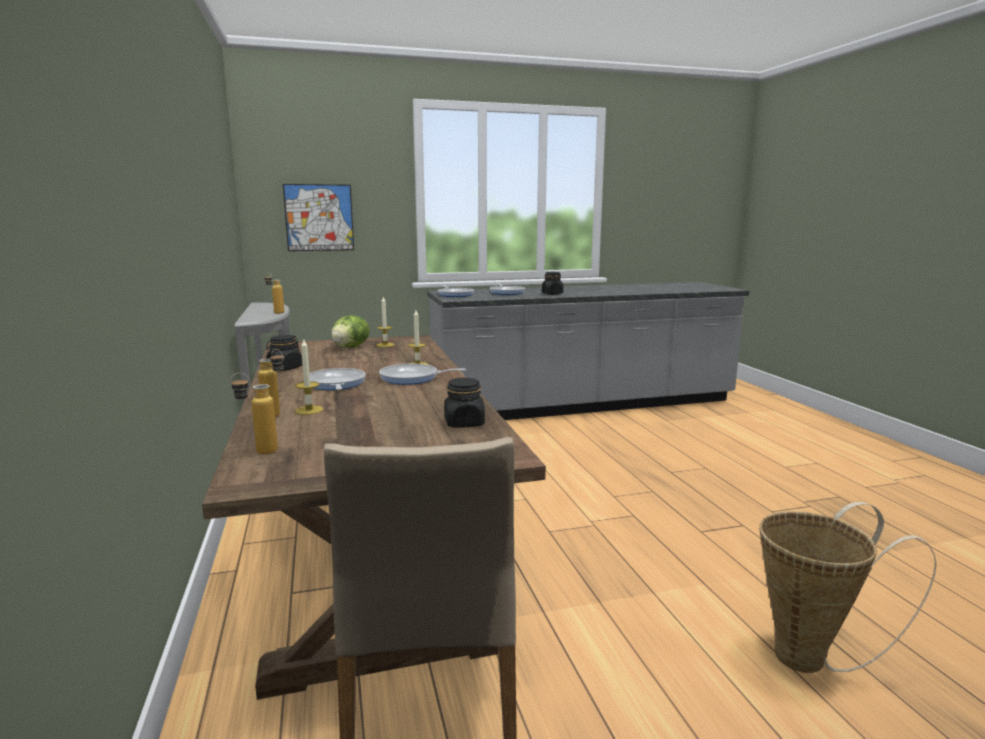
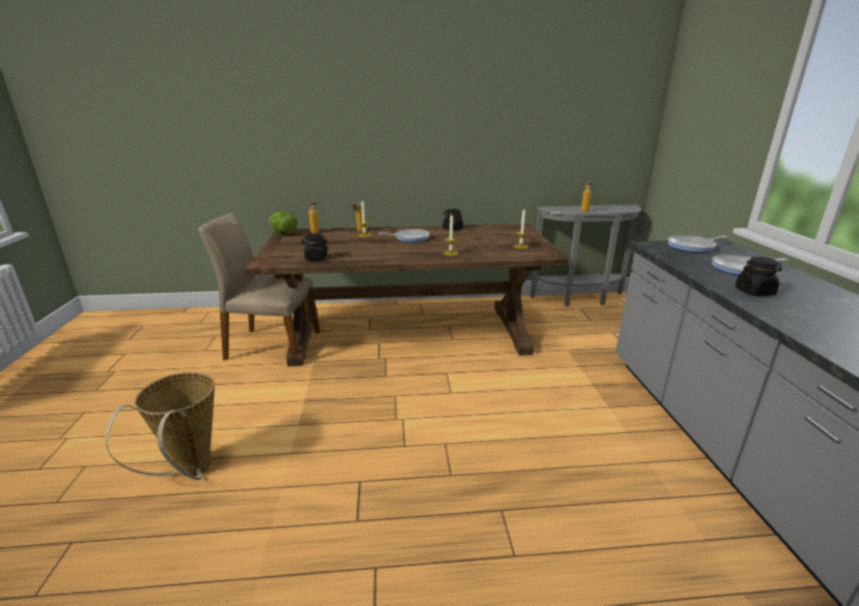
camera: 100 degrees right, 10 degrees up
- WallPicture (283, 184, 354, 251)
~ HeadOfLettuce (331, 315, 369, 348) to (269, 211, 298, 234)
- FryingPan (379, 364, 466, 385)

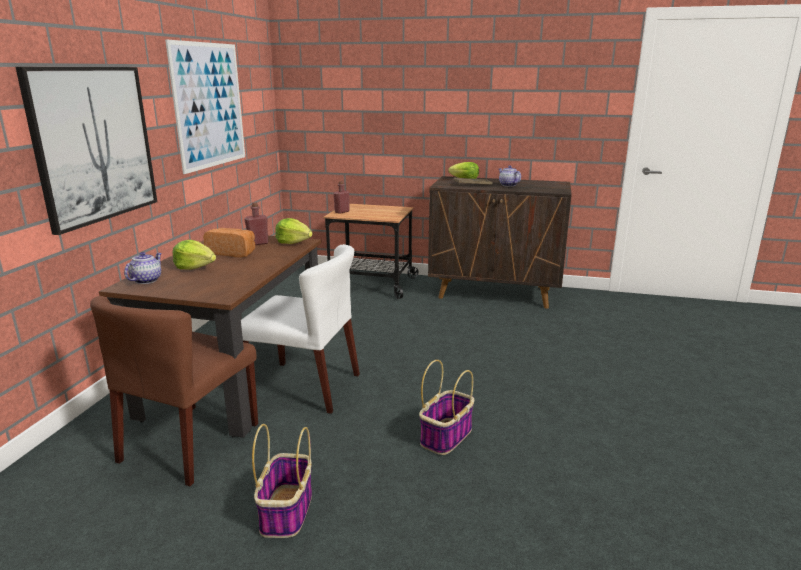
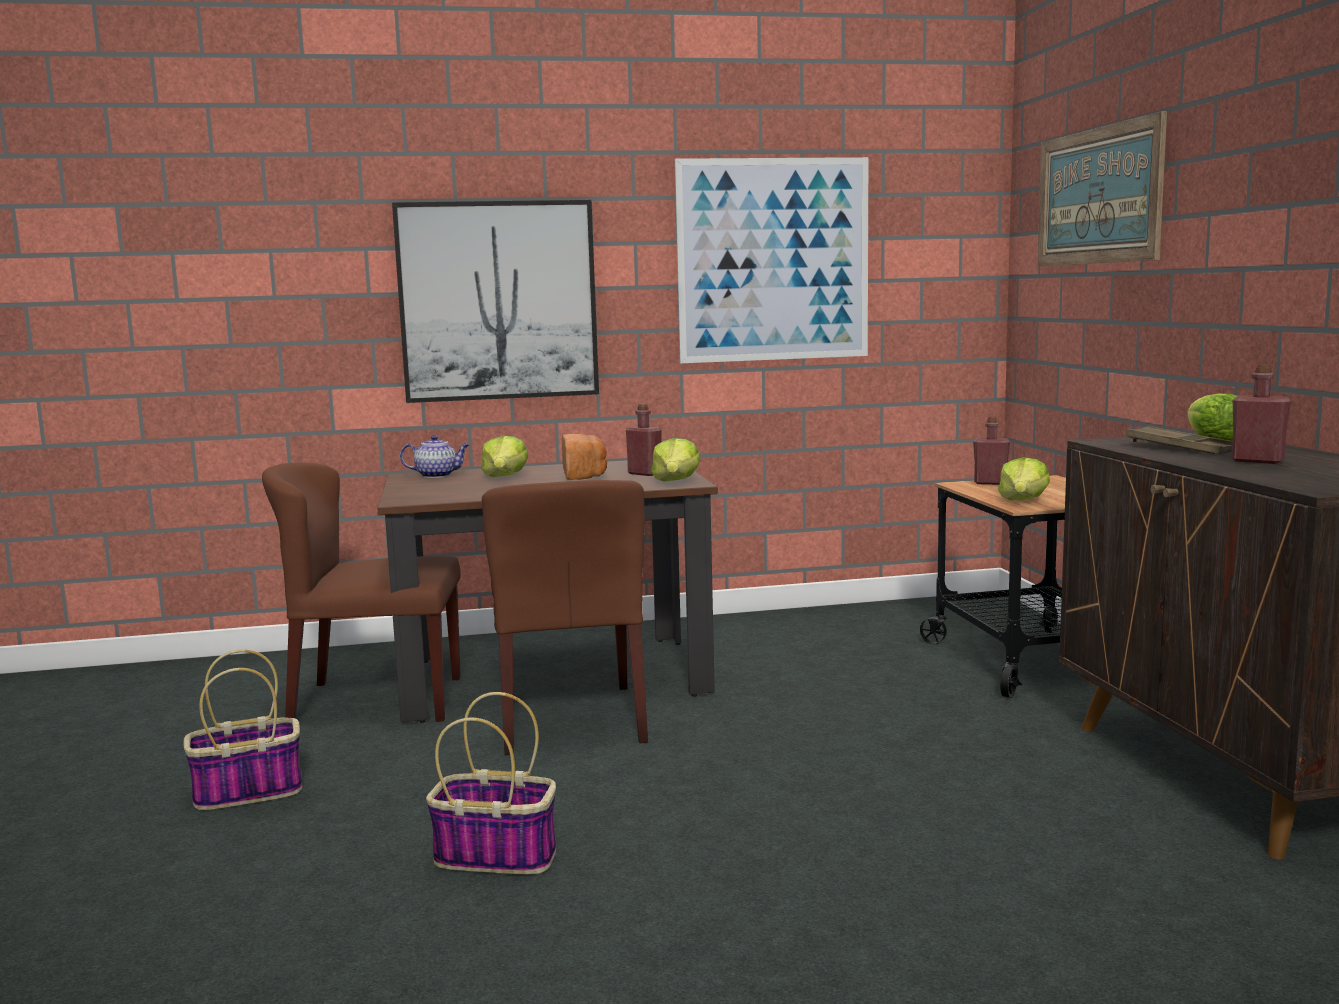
camera: 65 degrees right, 10 degrees down
~ WhitePlainChair (241, 244, 360, 414) to BrownColouredPlainChair (482, 480, 648, 755)
~ TeaPot (499, 165, 521, 187) to RedBeverageBottle (1231, 364, 1291, 464)
+ HeadOfLettuce (998, 457, 1050, 500)
+ WallPicture (1037, 111, 1167, 266)

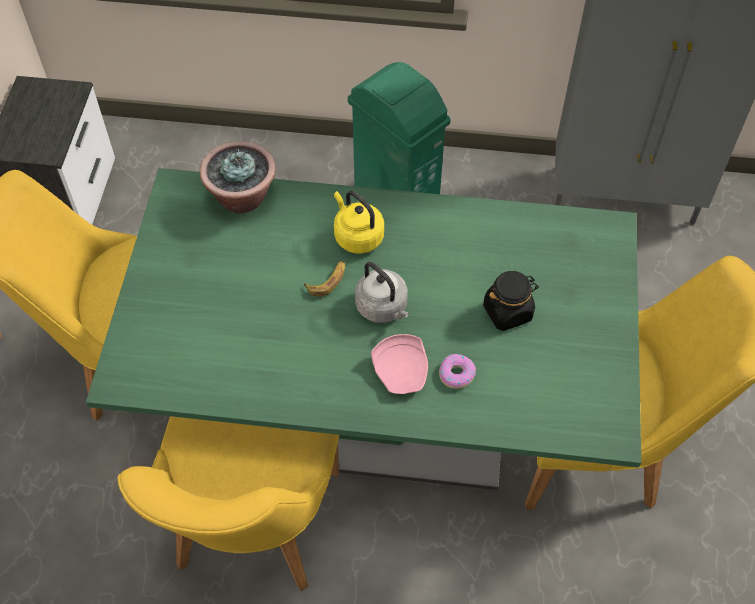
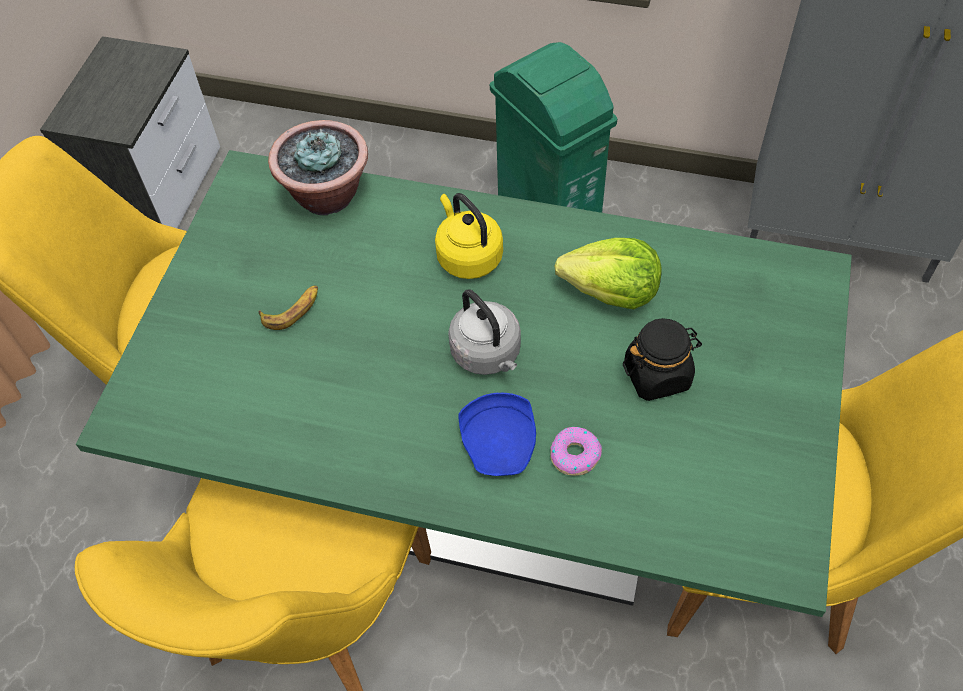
camera: 10 degrees right, 0 degrees up
~ BananaFruit (304, 261, 345, 297) to (259, 285, 318, 330)
~ PinkFlatDish (371, 334, 428, 394) to BlueFlatDish (459, 393, 536, 476)
+ HeadOfLettuce (554, 238, 662, 309)

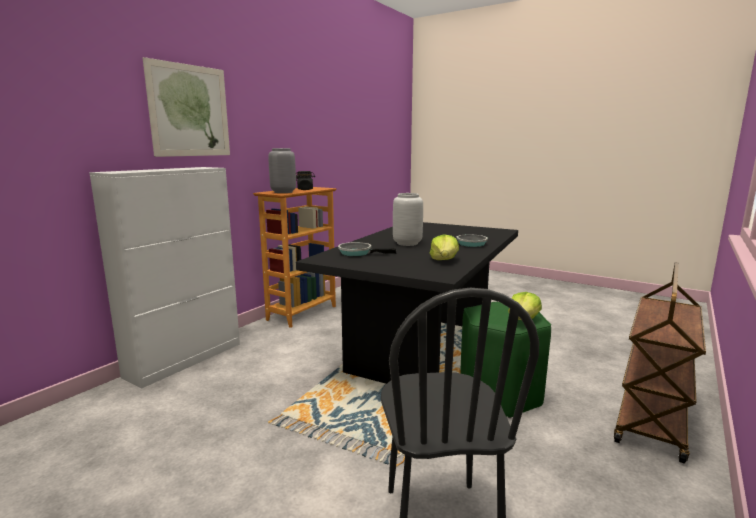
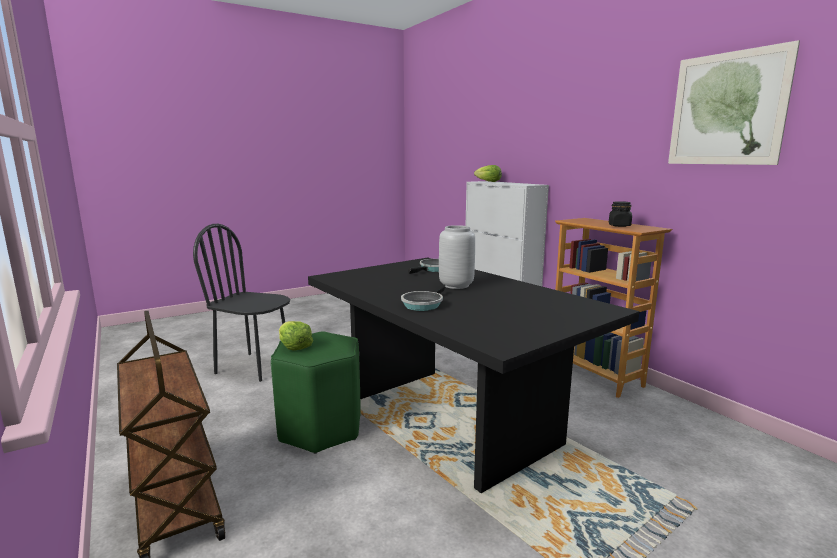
camera: 115 degrees right, 0 degrees up
~ WallPicture (143, 57, 230, 157) to (668, 40, 800, 165)
- GrayVase (269, 148, 296, 193)
~ HeadOfLettuce (430, 235, 459, 260) to (474, 165, 502, 182)

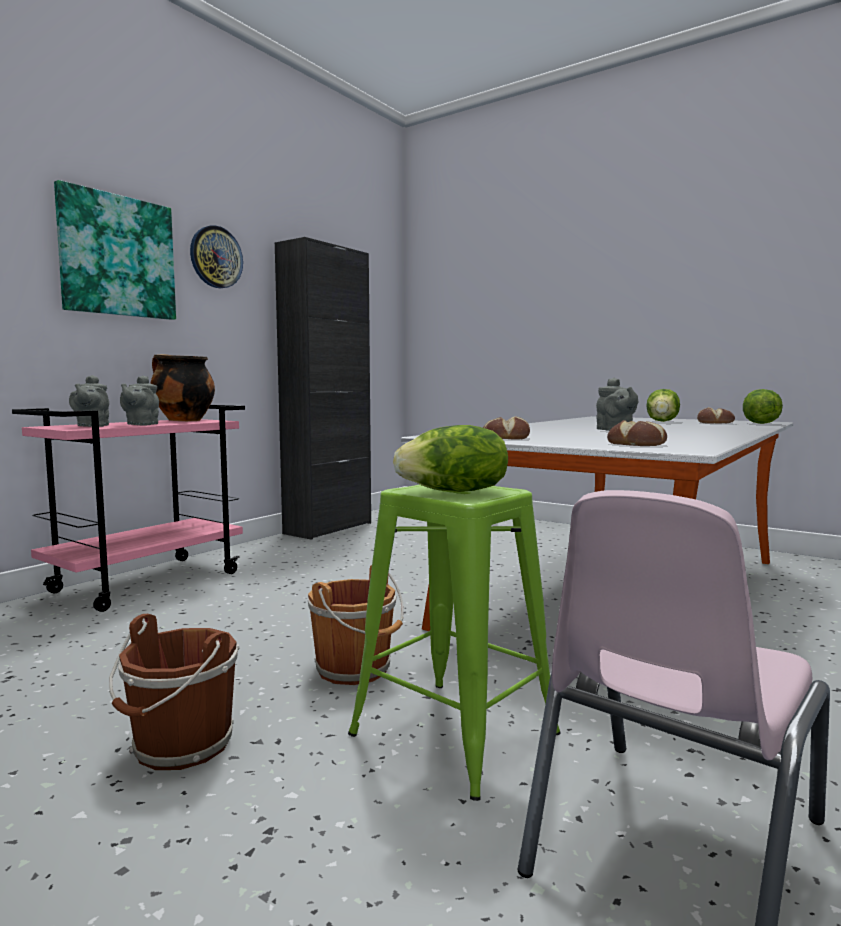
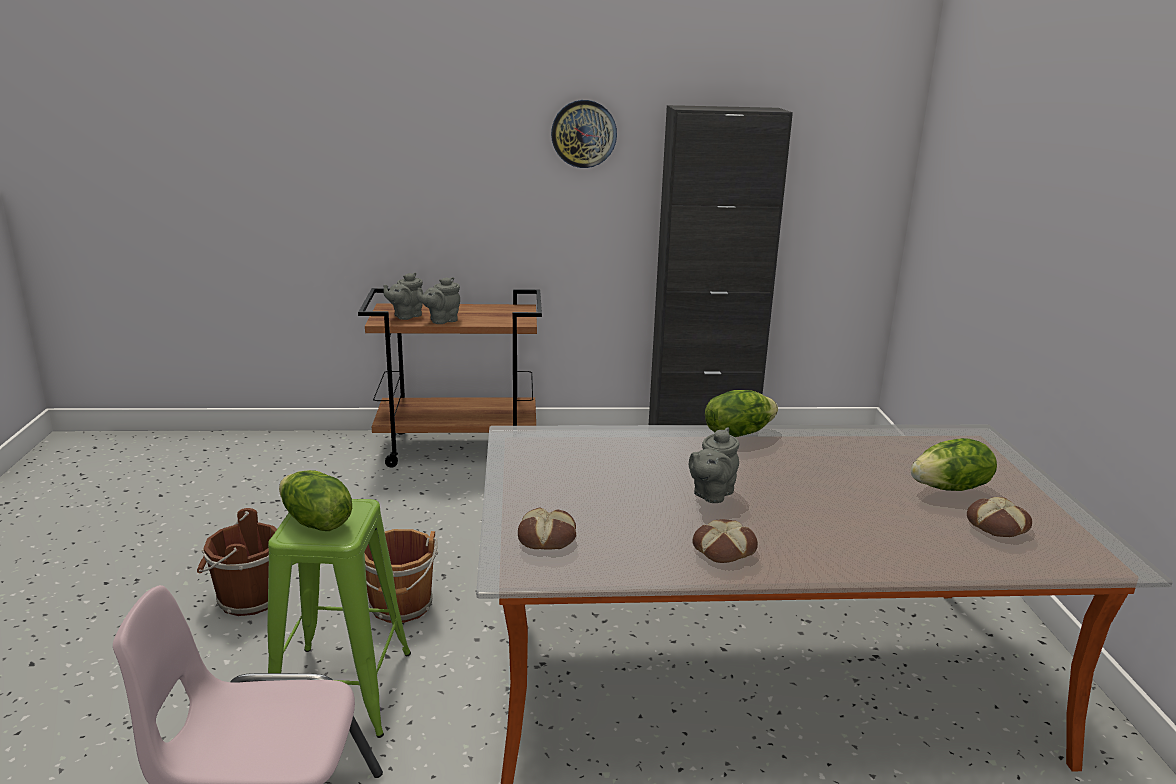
camera: 50 degrees right, 15 degrees up
~ PinkCart (12, 405, 245, 612) to BrownColouredCart (358, 288, 542, 468)
- WallPicture (54, 180, 176, 320)
- Stockpot (150, 354, 215, 421)
~ BakeryBread (483, 416, 530, 440) to (692, 519, 758, 563)
~ HeadOfLettuce (743, 389, 783, 424) to (705, 390, 778, 437)

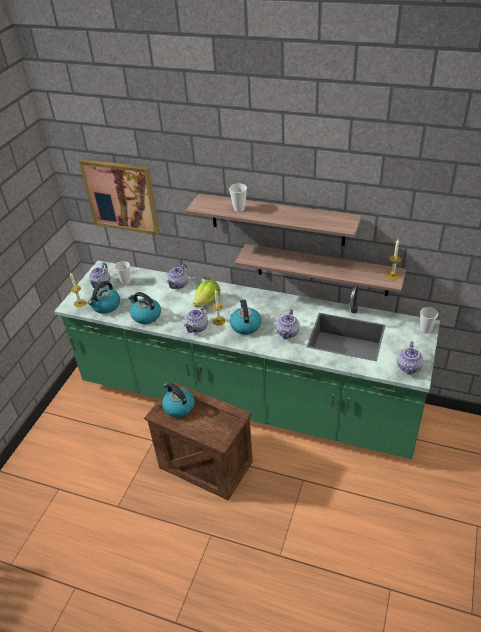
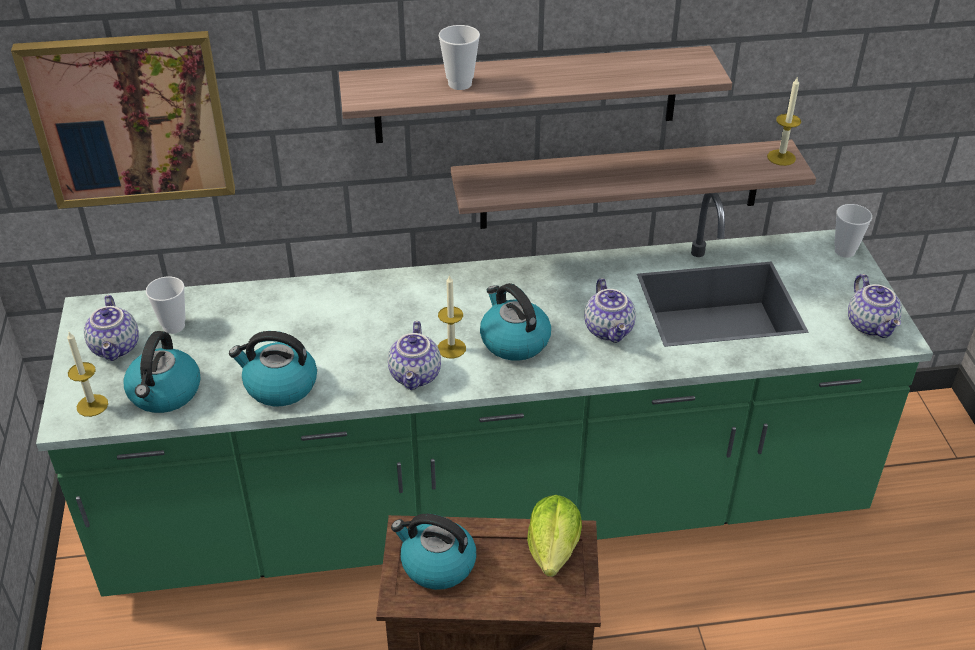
camera: 30 degrees left, 0 degrees up
- TeaPot (167, 264, 188, 289)
~ HeadOfLettuce (193, 280, 220, 307) to (527, 495, 582, 577)

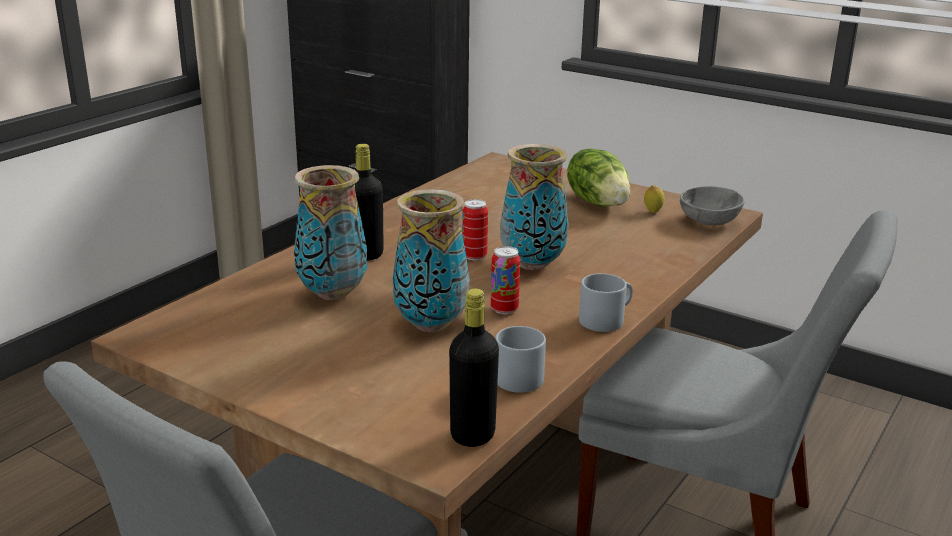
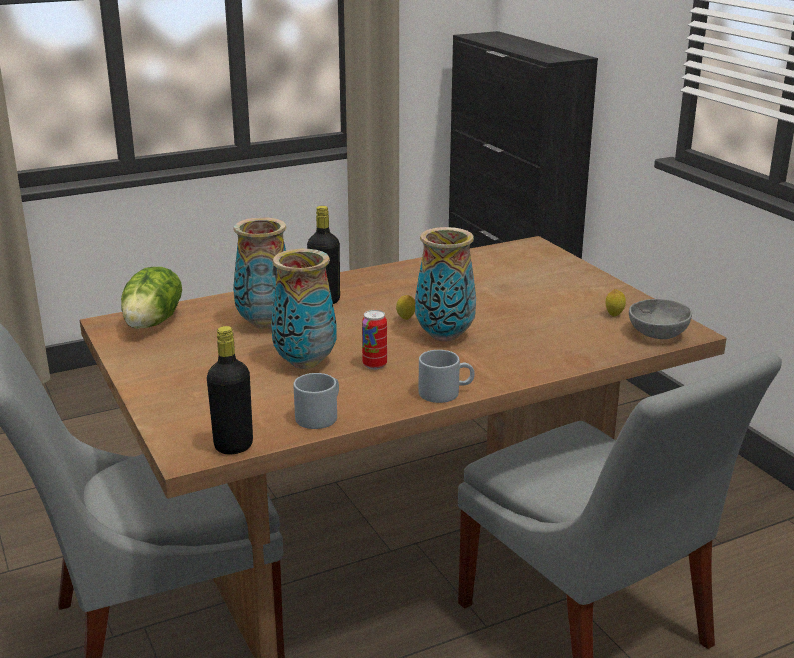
camera: 30 degrees right, 0 degrees up
~ Can (462, 199, 488, 261) to Lemon (396, 295, 415, 320)
~ HeadOfLettuce (567, 148, 630, 206) to (121, 267, 182, 329)

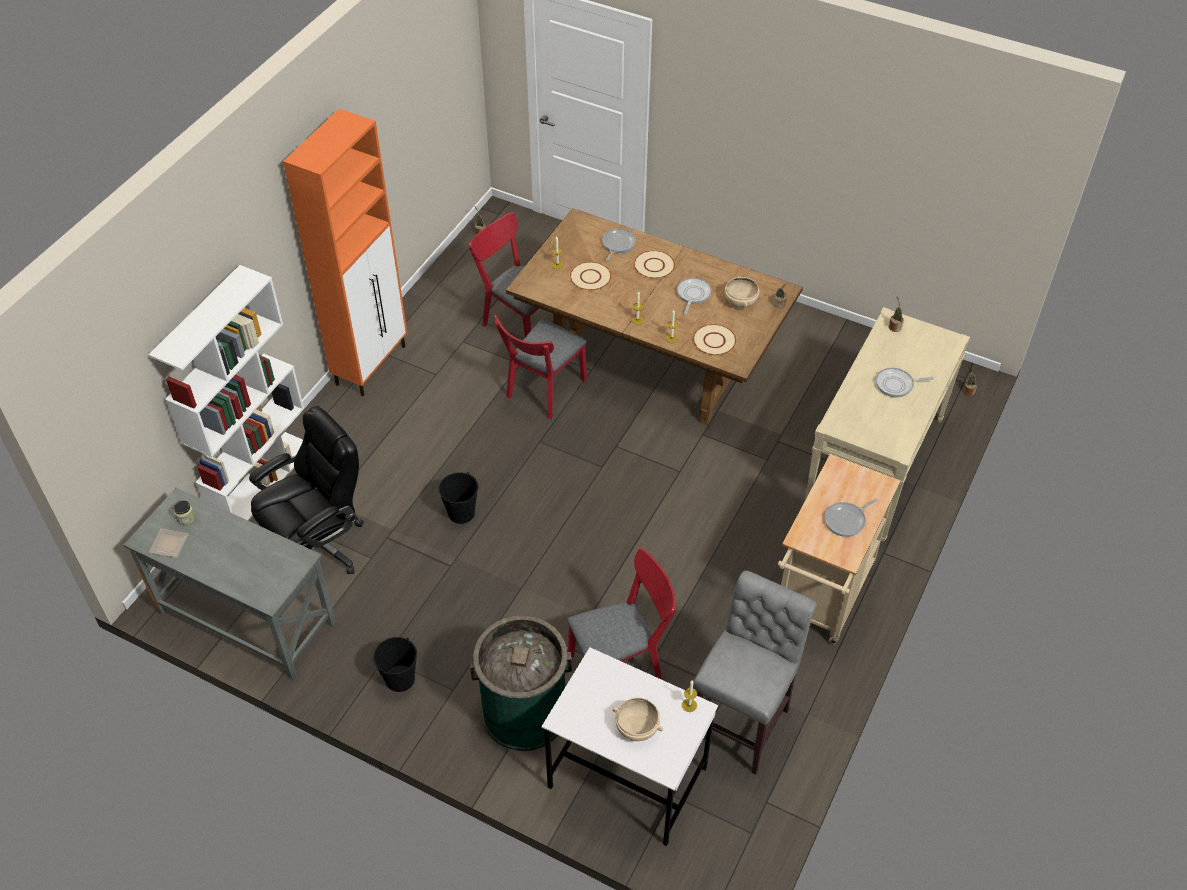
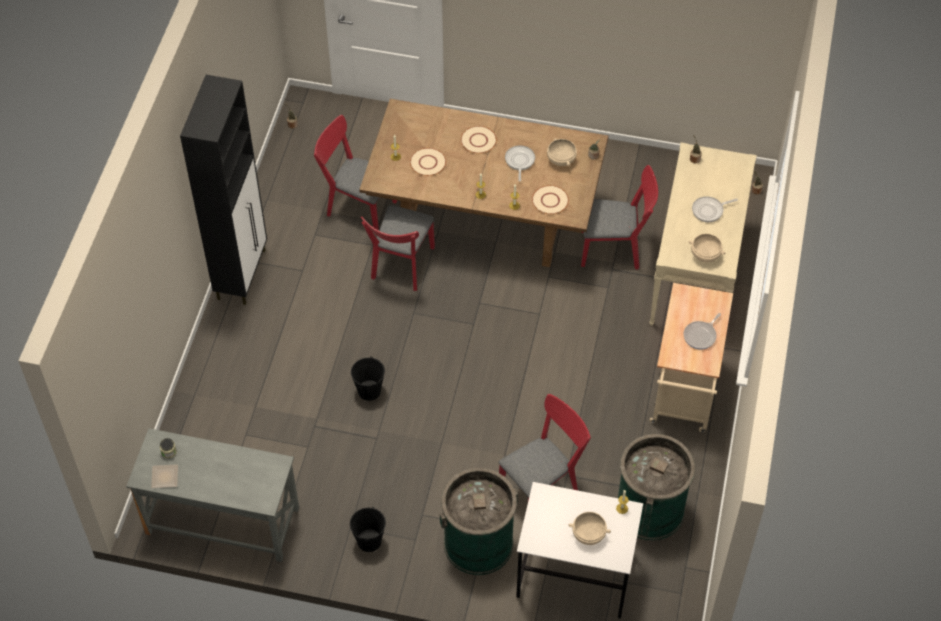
camera: 15 degrees left, 5 degrees up
- WhiteBookshelf (149, 265, 304, 521)
- BlackColouredComputerChair (249, 406, 364, 574)
~ OrangeCabinet (283, 109, 407, 396) to BlackColouredCabinet (180, 75, 267, 305)
- FryingPan (602, 228, 636, 261)
~ GrayStoolSeat (693, 570, 817, 775) to GreenColouredWasteBin (618, 434, 695, 541)
+ RedPlainChair (581, 165, 658, 270)
+ BeigeColouredBowl (689, 234, 725, 263)

